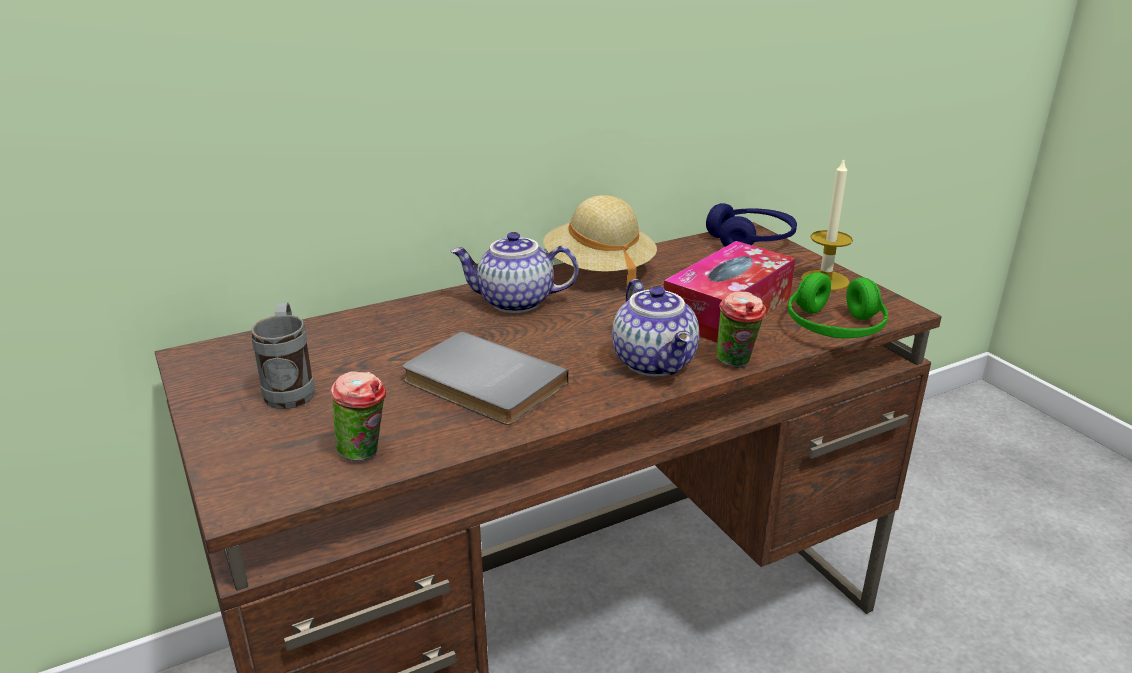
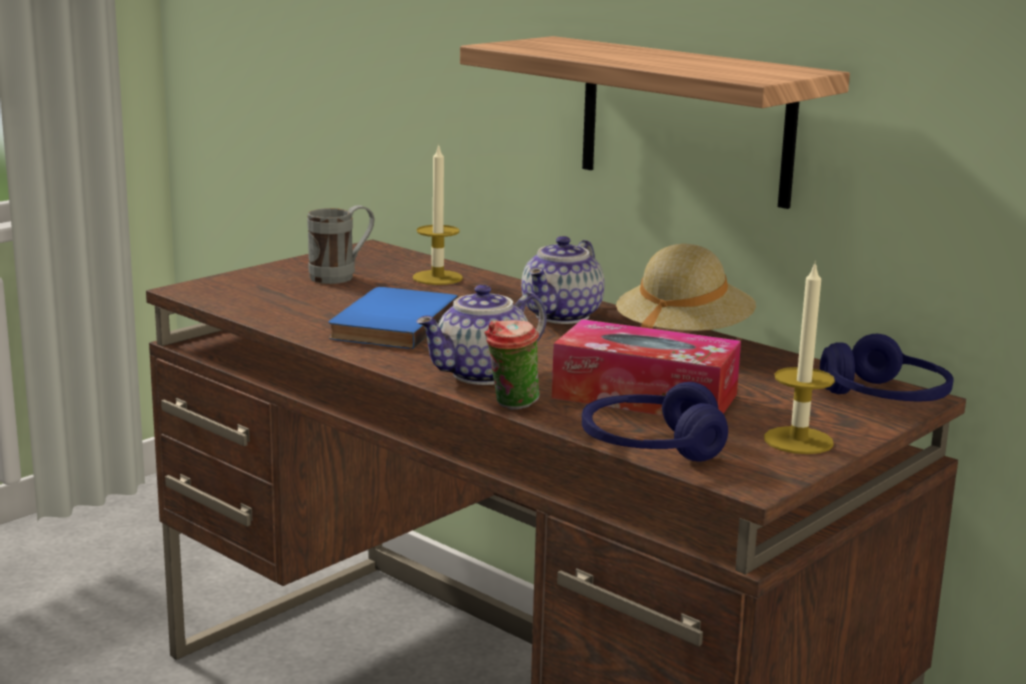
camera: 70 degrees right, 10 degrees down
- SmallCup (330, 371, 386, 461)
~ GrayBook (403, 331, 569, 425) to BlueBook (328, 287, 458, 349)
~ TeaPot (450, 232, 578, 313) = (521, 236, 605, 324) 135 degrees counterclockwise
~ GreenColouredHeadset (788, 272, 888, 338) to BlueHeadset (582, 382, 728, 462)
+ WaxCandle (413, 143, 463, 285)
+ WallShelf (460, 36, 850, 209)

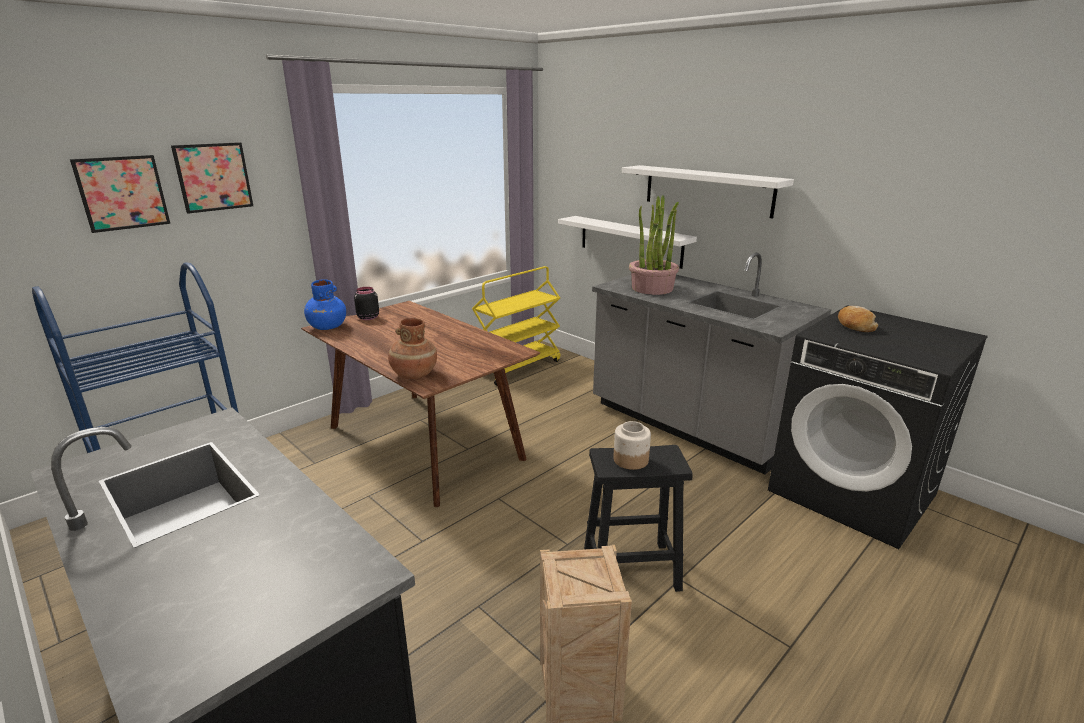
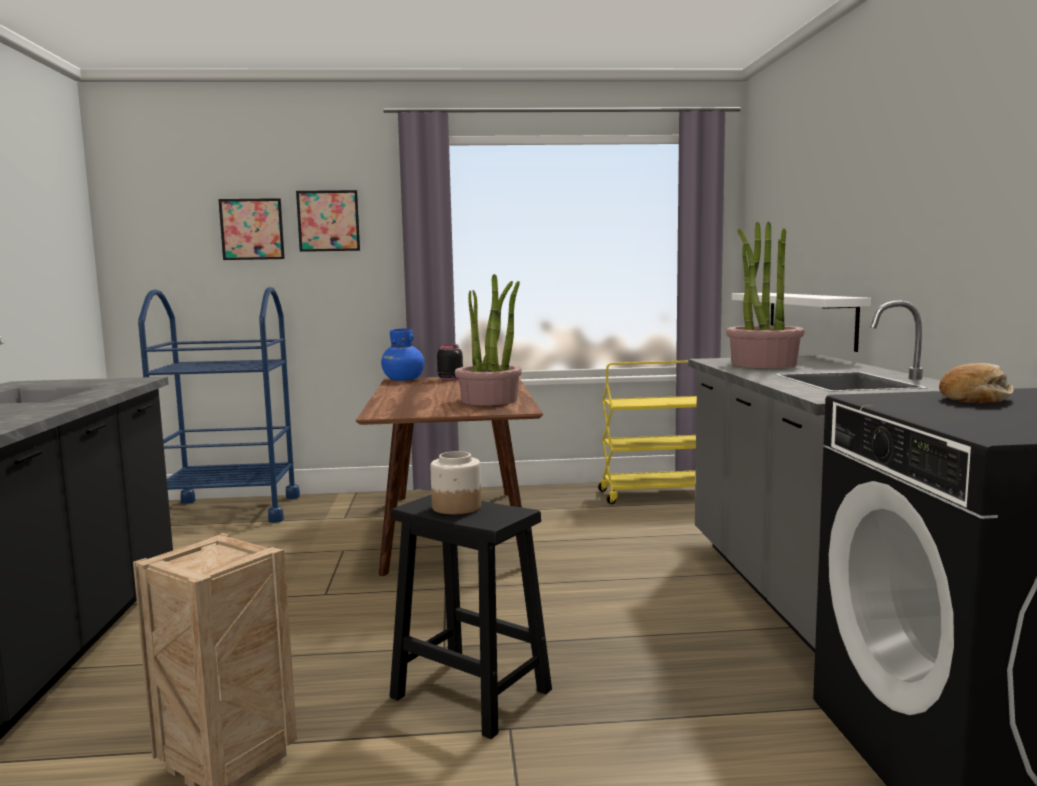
camera: 40 degrees right, 15 degrees down
- BrownColouredVase (388, 318, 437, 379)
- WhiteWallShelf (622, 165, 794, 219)
+ PlantInAPot (455, 274, 522, 406)

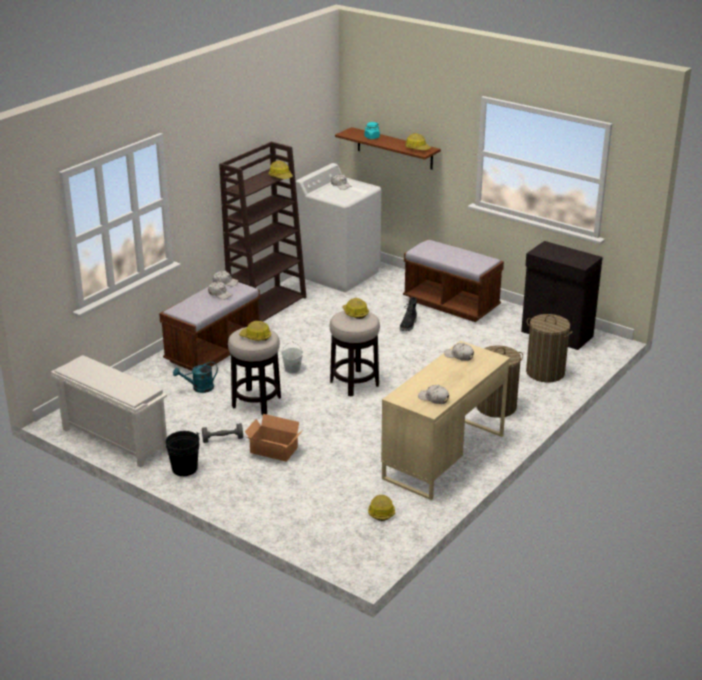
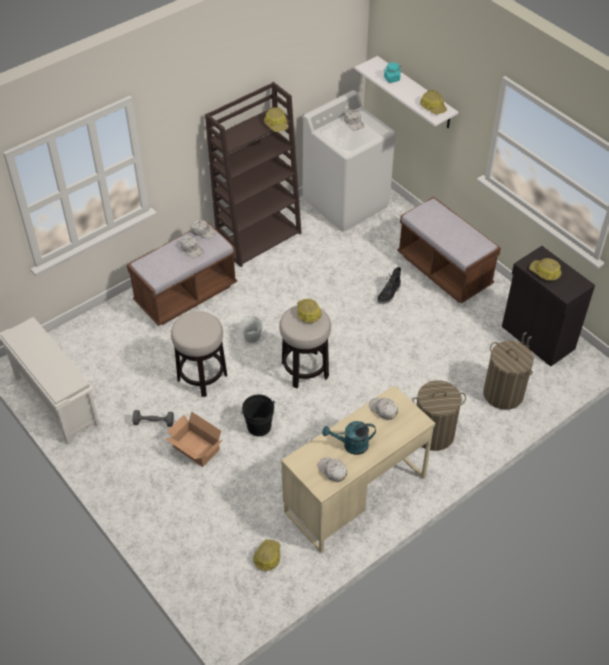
camera: 15 degrees right, 20 degrees up
~ BlackColouredBucket (166, 431, 200, 476) to (241, 394, 276, 436)
~ TurquoiseWateringPot (173, 362, 218, 393) to (322, 421, 376, 455)
~ HardHat (239, 321, 271, 341) to (529, 258, 561, 281)
~ BrownColouredWallShelf (335, 127, 441, 170) to WhiteWallShelf (355, 56, 458, 128)

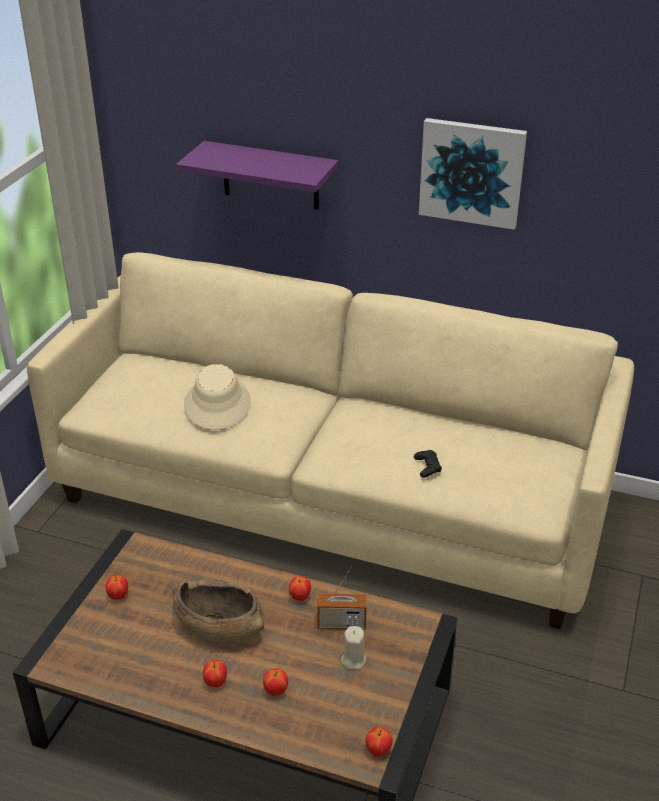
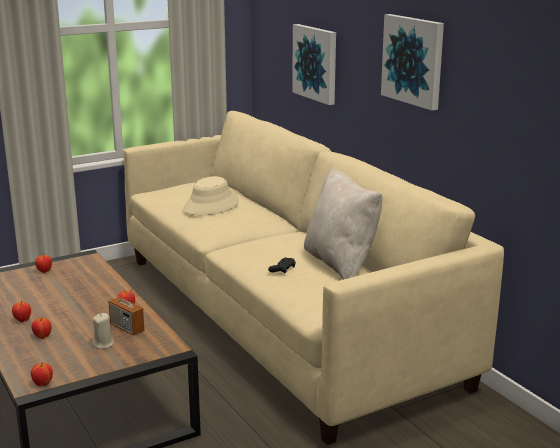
camera: 40 degrees right, 15 degrees down
- BrownColouredBowl (172, 579, 264, 644)
~ PurpleColouredWallShelf (176, 141, 338, 209) to WallPicture (292, 24, 336, 105)
+ BeigeColouredCushion (304, 167, 383, 280)

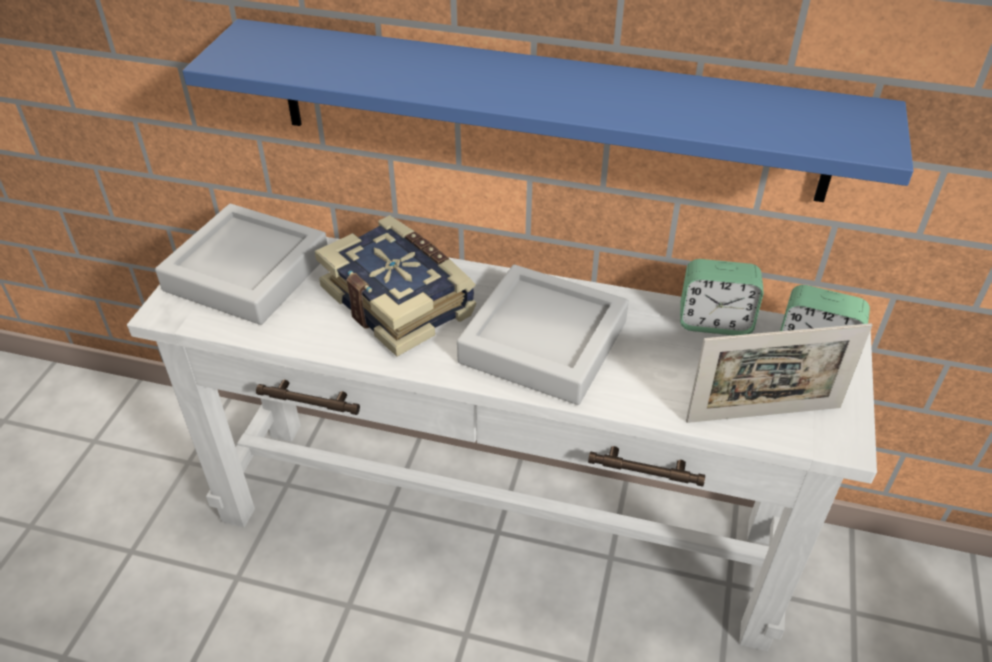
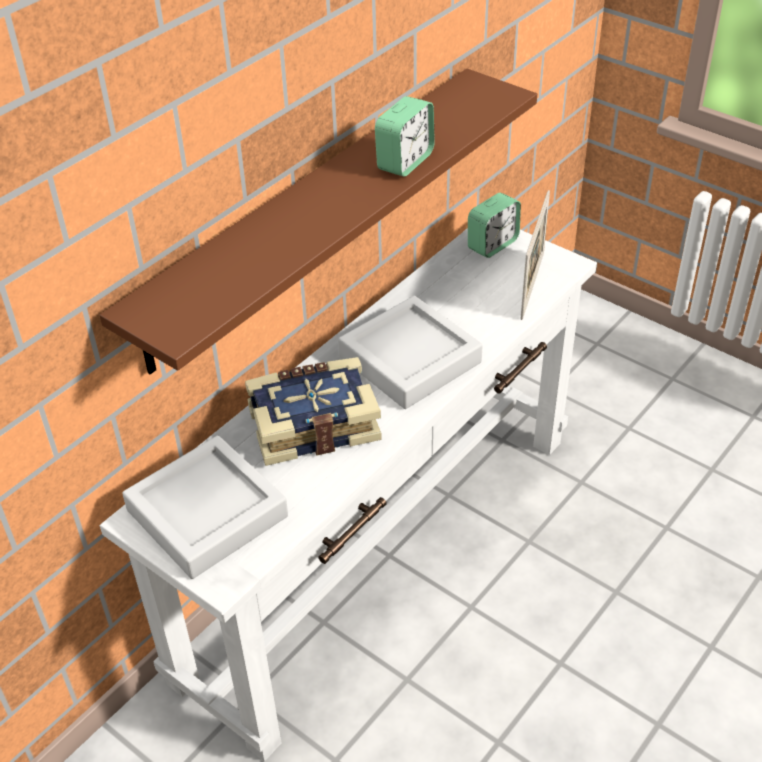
camera: 65 degrees left, 0 degrees up
~ BlueWallShelf (182, 19, 914, 202) to BrownColouredWallShelf (99, 68, 537, 374)
~ TableClock (680, 259, 764, 335) to (375, 96, 435, 177)

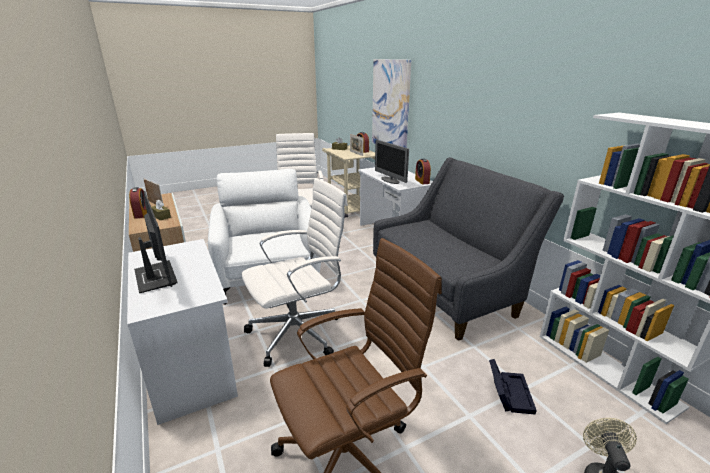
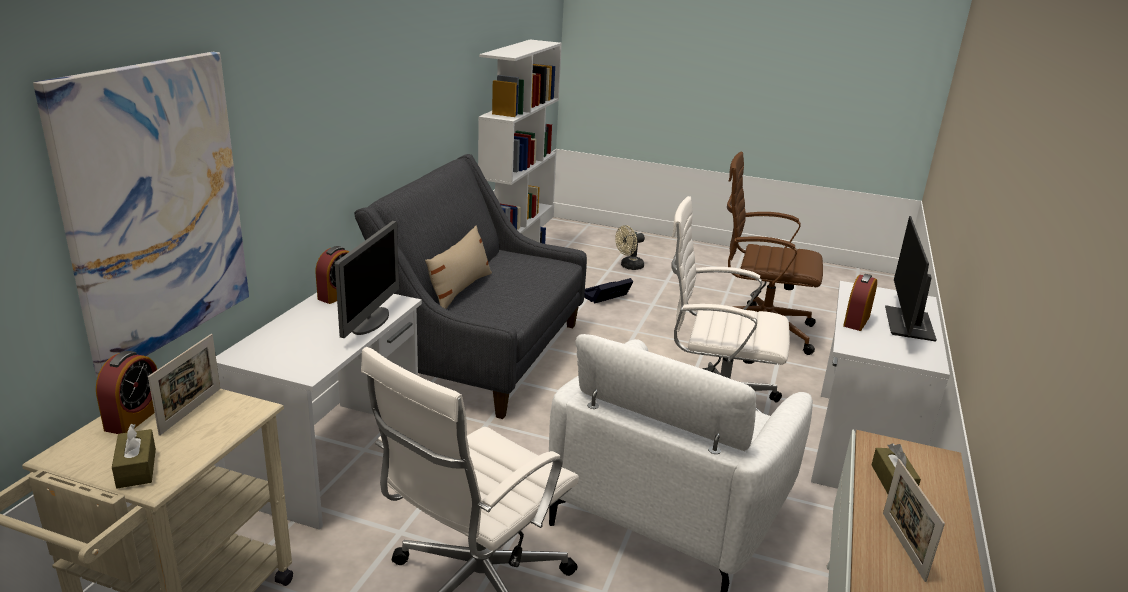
camera: 135 degrees left, 0 degrees up
~ TableClock (129, 187, 147, 219) to (843, 274, 877, 331)
+ BeigeColouredCushion (425, 226, 492, 309)

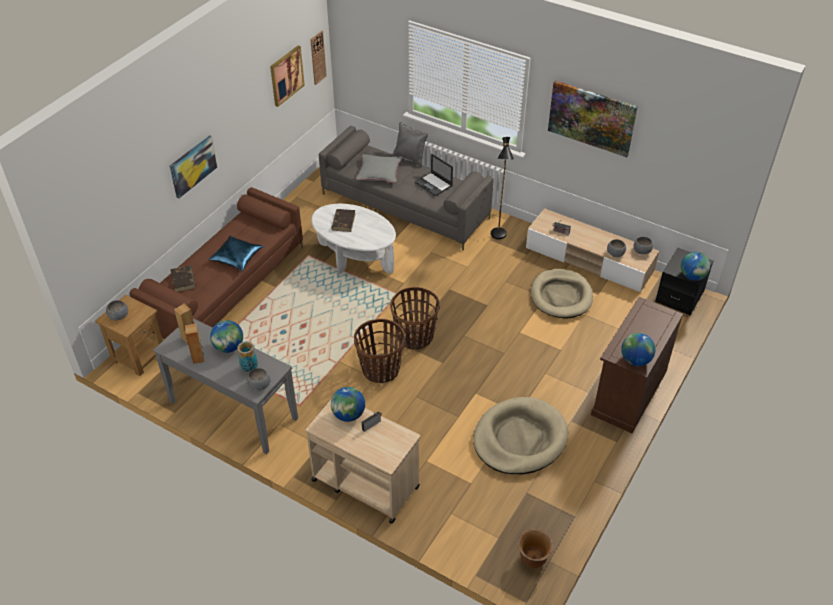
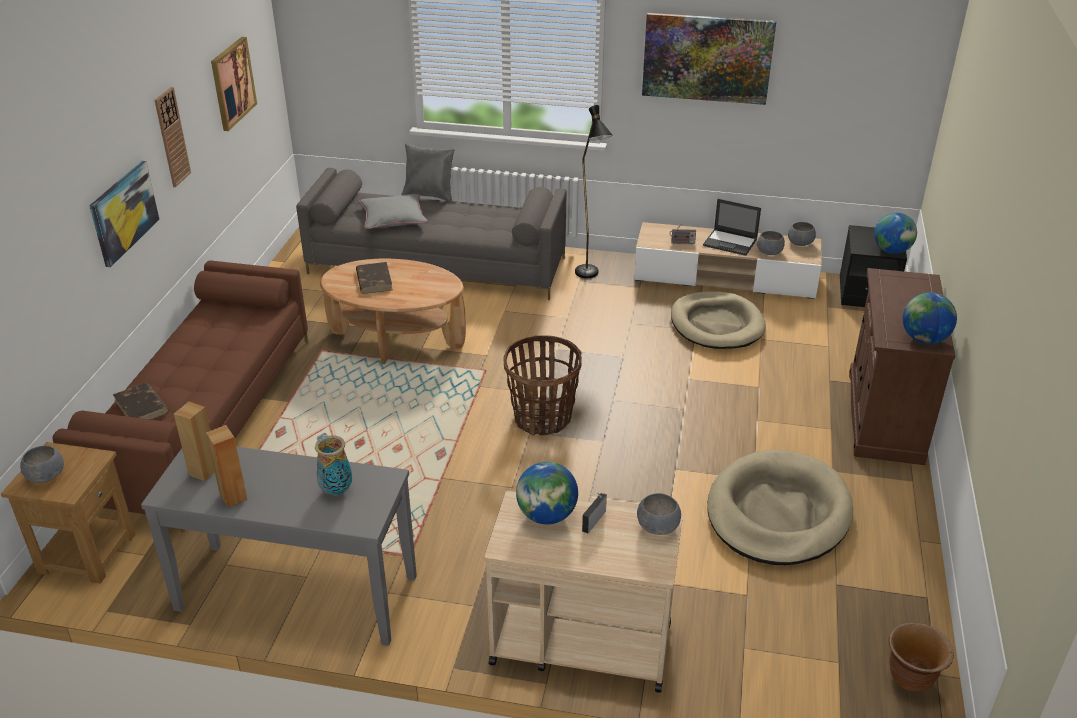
camera: 20 degrees left, 10 degrees down
- BlueCushion (209, 236, 264, 271)
- WorldGlobe (210, 320, 243, 353)
~ GrayBowl (247, 368, 271, 391) to (637, 493, 681, 535)
~ WallClock (310, 31, 327, 85) to (154, 87, 191, 187)
~ WhiteLoungeTable (311, 204, 396, 275) to BrownColouredLoungeTable (320, 259, 466, 364)
- Basket (354, 319, 405, 383)
~ PortableComputer (415, 153, 453, 196) to (703, 199, 761, 256)

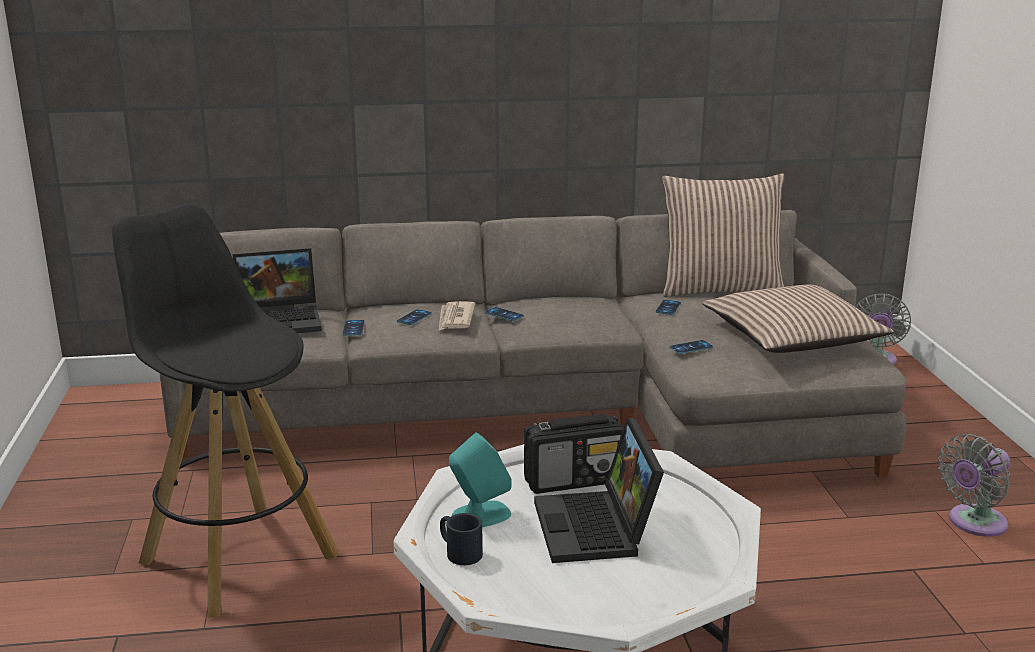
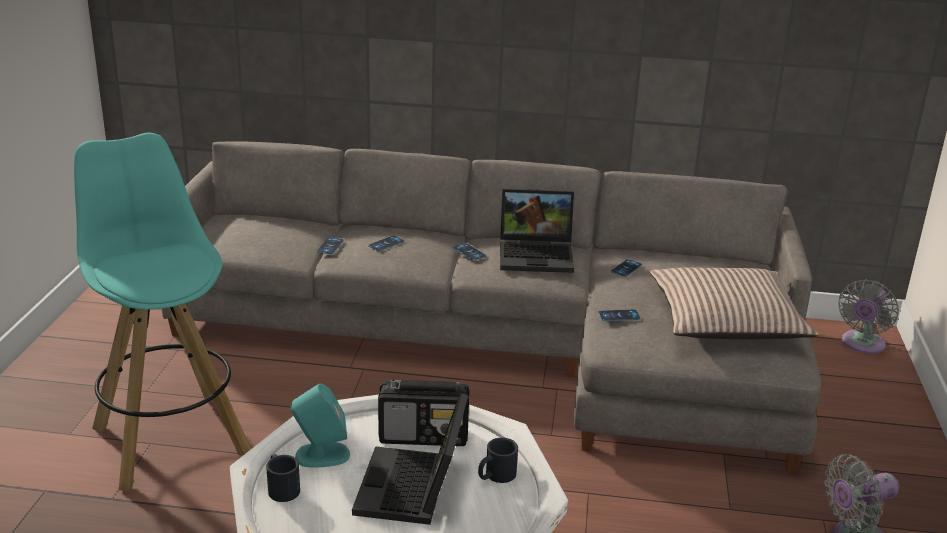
camera: 15 degrees right, 5 degrees up
~ BlackColouredStoolSeat (112, 203, 339, 618) to TurquoiseStoolSeat (74, 132, 251, 491)
~ PortableComputer (233, 248, 322, 333) to (500, 189, 574, 273)
- DailyPaper (439, 301, 476, 330)
- Cushion (662, 174, 785, 297)
+ BlackColouredCoffeeMug (478, 438, 518, 483)

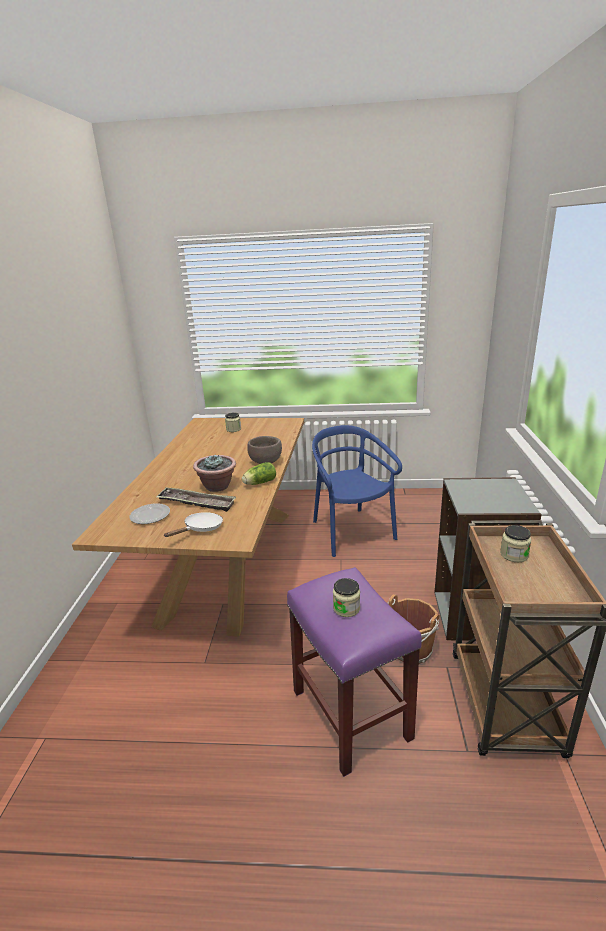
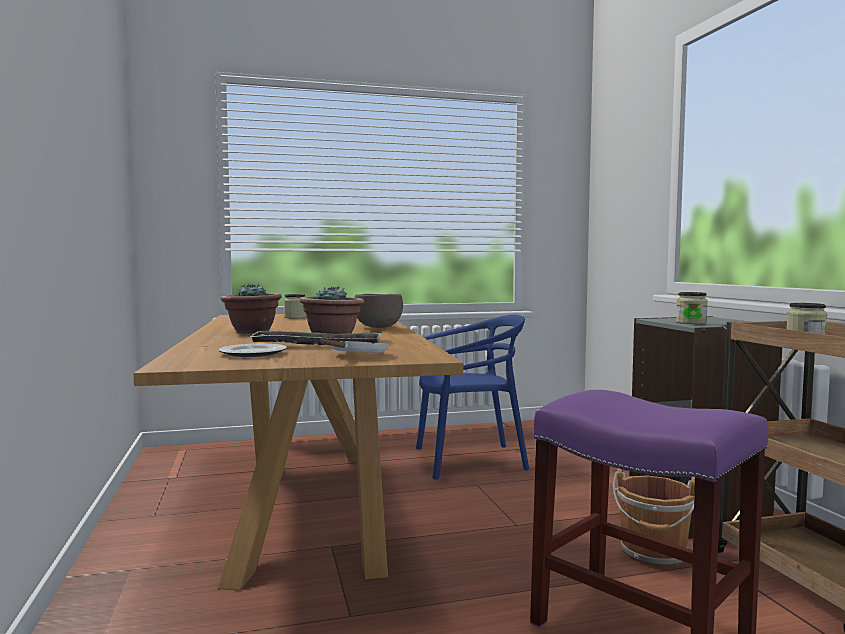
camera: 20 degrees left, 20 degrees down
- HeadOfLettuce (242, 462, 276, 485)
~ BluePlainChair (312, 425, 402, 557) = (416, 315, 529, 480) 120 degrees clockwise
~ PreserveJar (333, 578, 360, 617) to (676, 292, 708, 324)
+ PlantInAPot (221, 284, 282, 333)

